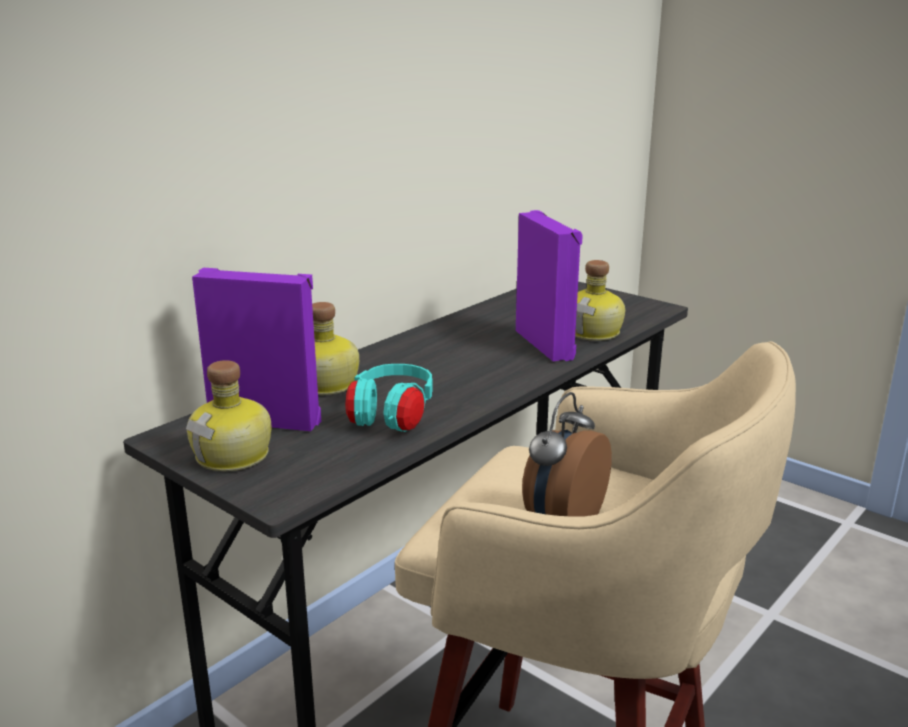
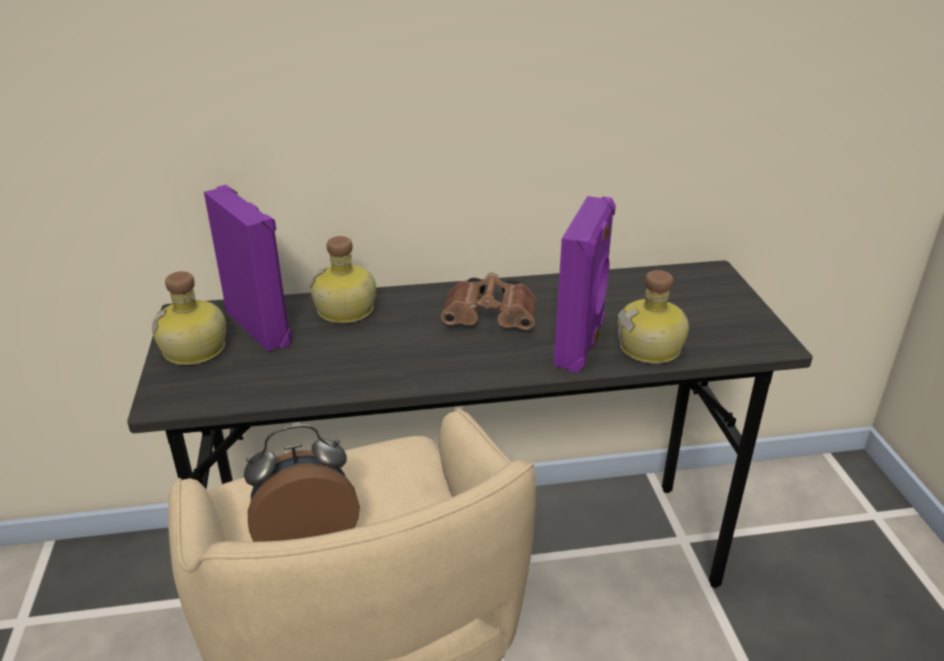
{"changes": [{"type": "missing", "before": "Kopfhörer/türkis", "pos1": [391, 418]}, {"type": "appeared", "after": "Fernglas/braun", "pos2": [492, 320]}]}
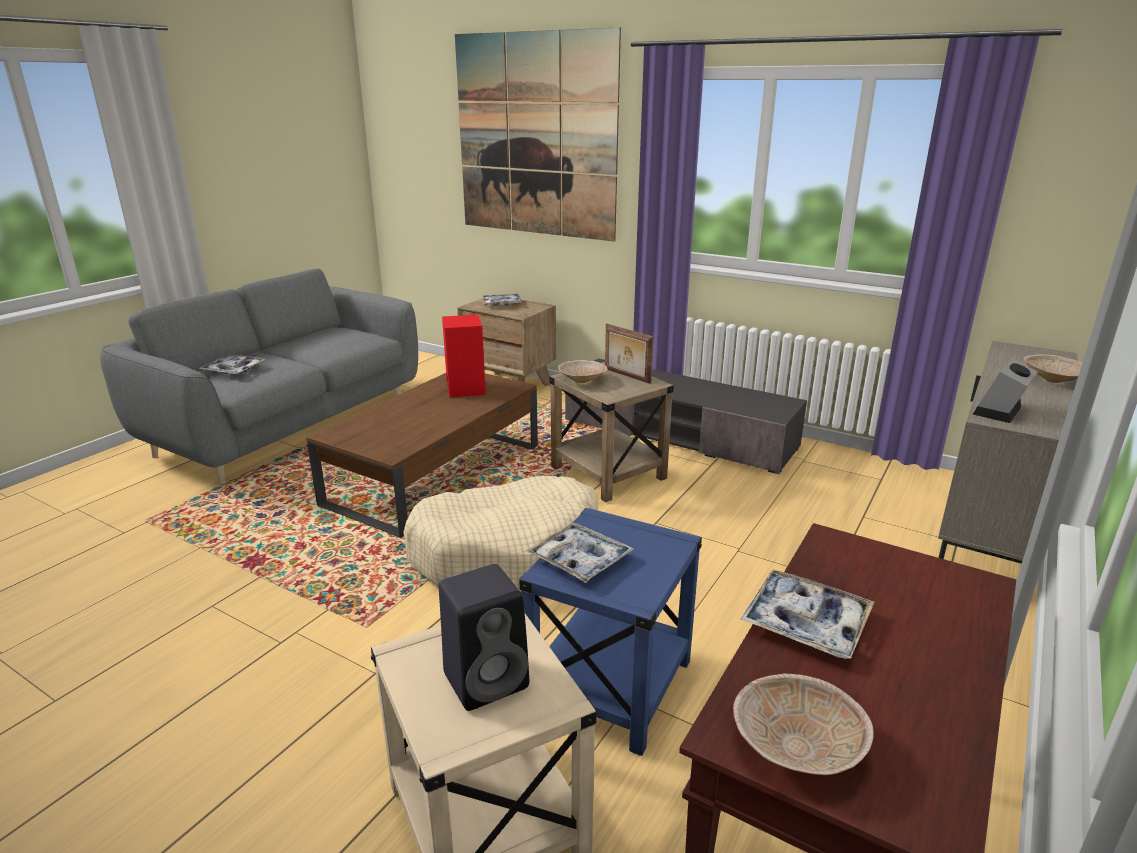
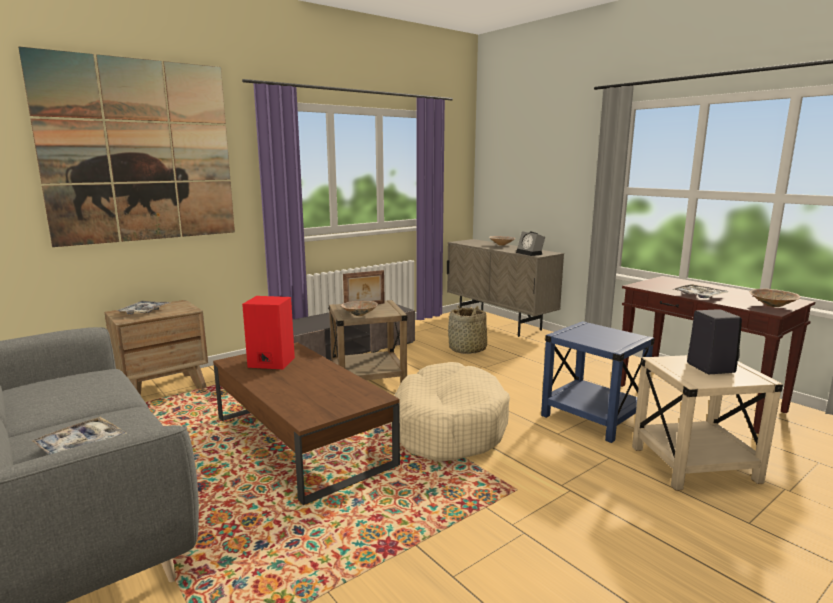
{"changes": [{"type": "missing", "before": "Tablett", "pos1": [580, 560]}, {"type": "appeared", "after": "Korb", "pos2": [467, 349]}]}
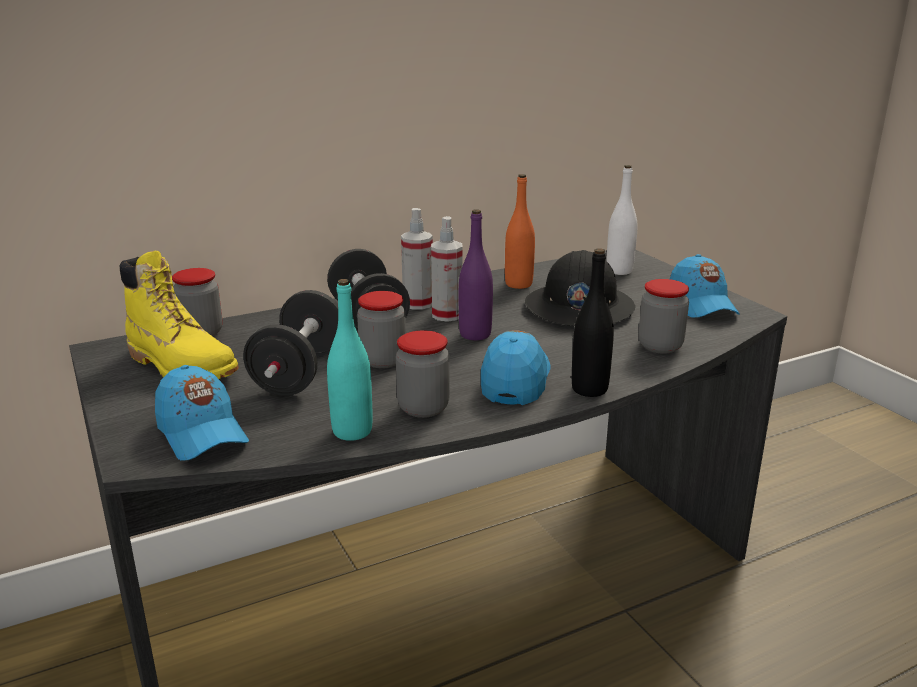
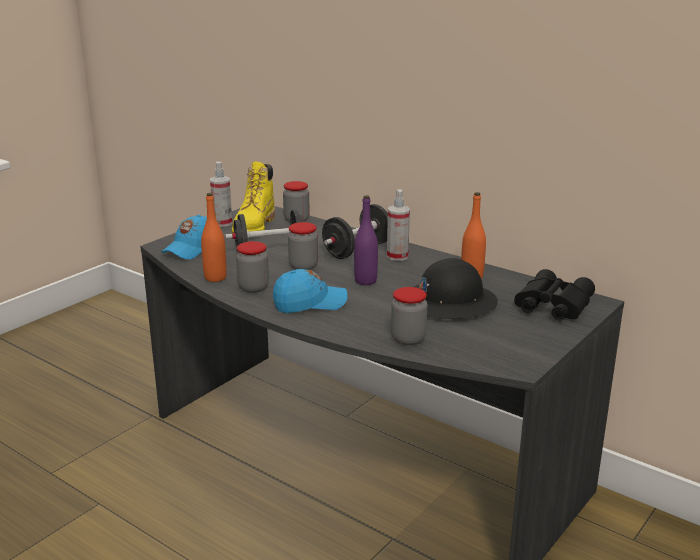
{"changes": [{"type": "exchanged", "before": "Flasche/weiß", "after": "Fernglas/schwarz", "pos1": [619, 271], "pos2": [551, 305]}, {"type": "relocated", "before": "Sprühflasche", "pos1": [447, 315], "pos2": [222, 223]}, {"type": "missing", "before": "Flasche/schwarz", "pos1": [589, 389]}, {"type": "missing", "before": "Kappe/blau", "pos1": [701, 305]}, {"type": "colour", "before": "Flasche/türkis", "after": "Flasche/orange", "pos1": [352, 431], "pos2": [215, 278]}]}
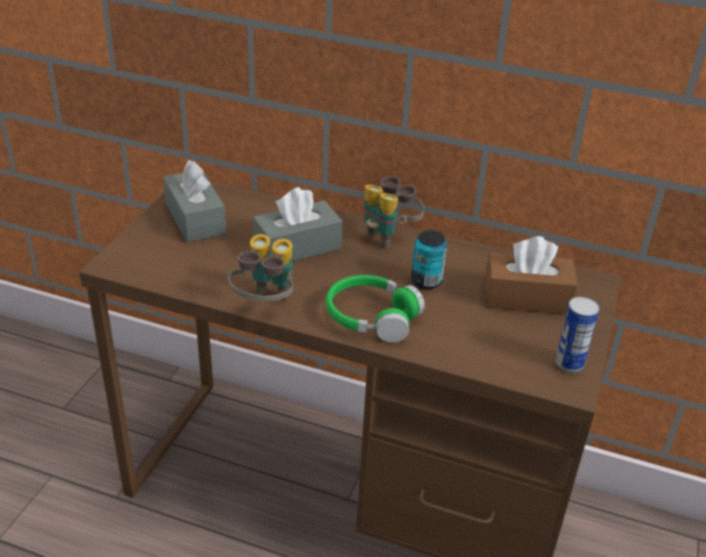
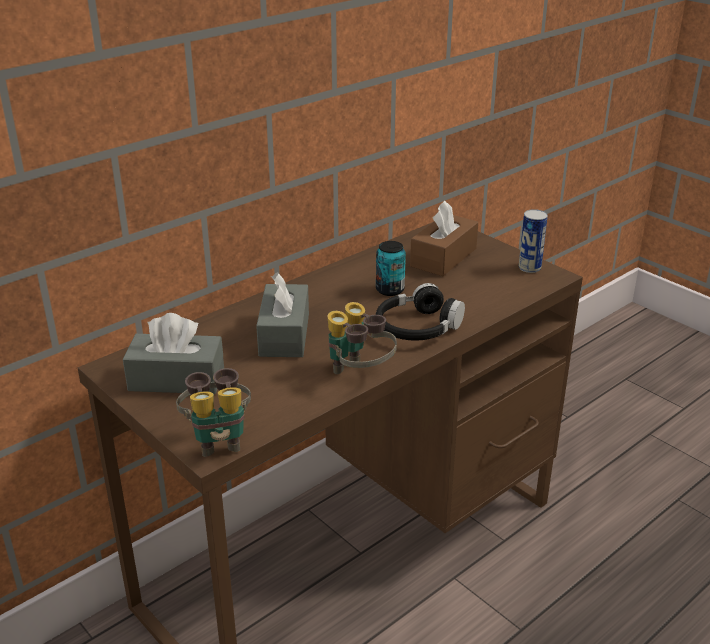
{"changes": [{"type": "relocated", "before": "Fernglas", "pos1": [389, 235], "pos2": [218, 439]}, {"type": "colour", "before": "Kopfhörer/grün", "after": "Kopfhörer/schwarz", "pos1": [371, 317], "pos2": [417, 327]}]}
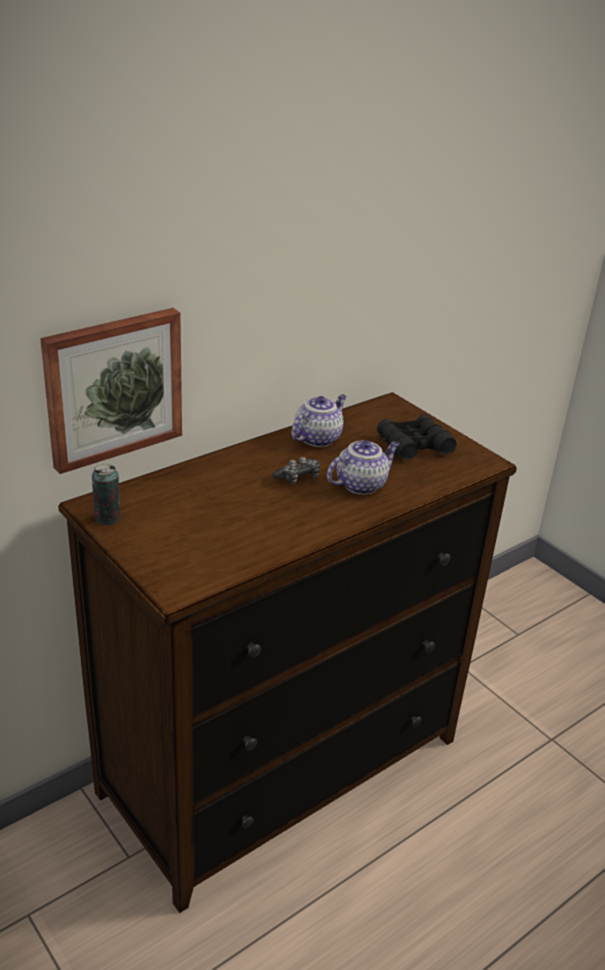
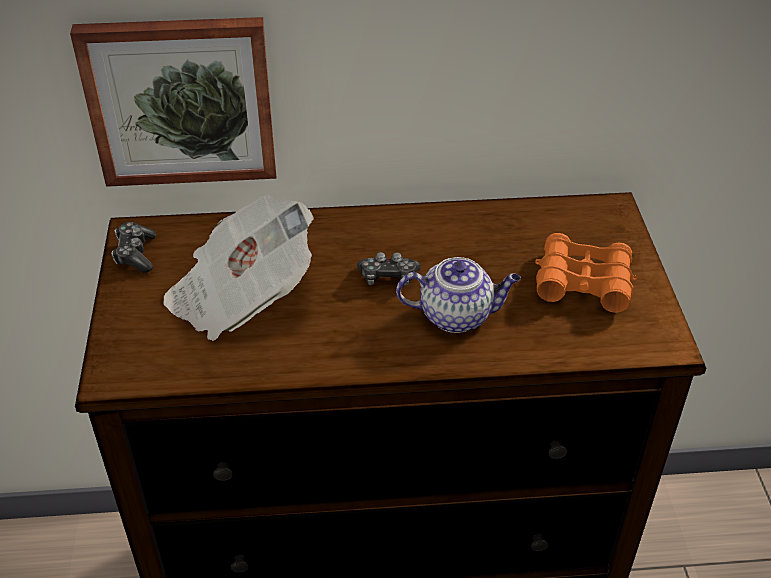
{"changes": [{"type": "missing", "before": "Teekanne", "pos1": [318, 438]}, {"type": "colour", "before": "Fernglas/schwarz", "after": "Fernglas/orange", "pos1": [414, 445], "pos2": [583, 282]}, {"type": "exchanged", "before": "Dose", "after": "Gamepad", "pos1": [107, 518], "pos2": [135, 254]}, {"type": "appeared", "after": "Zeitung", "pos2": [241, 296]}]}
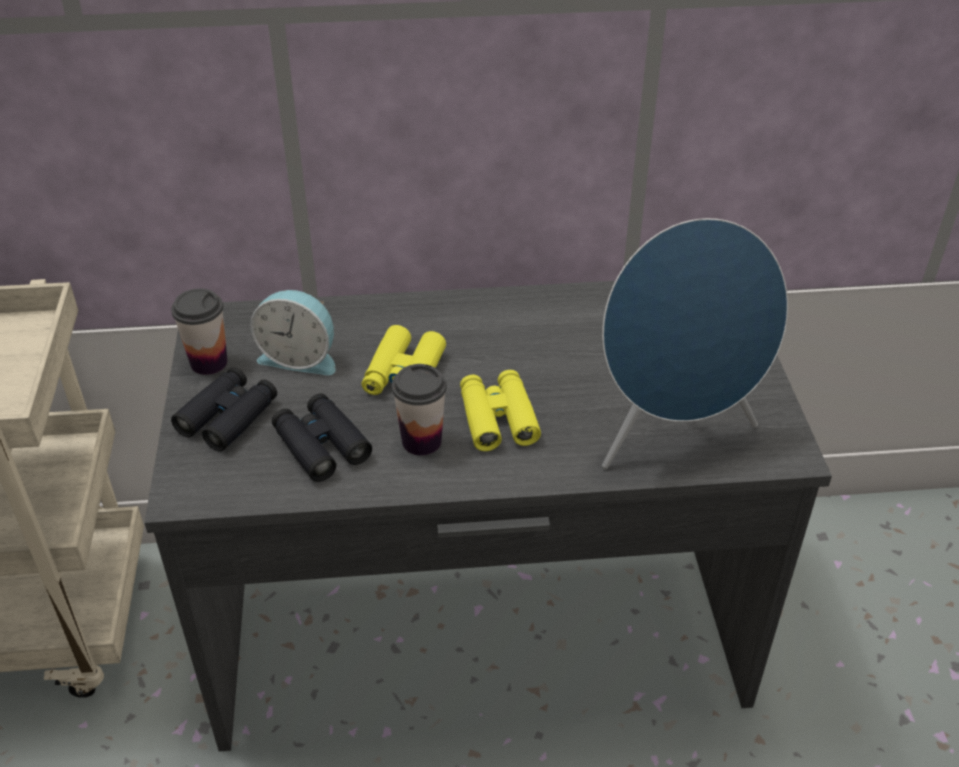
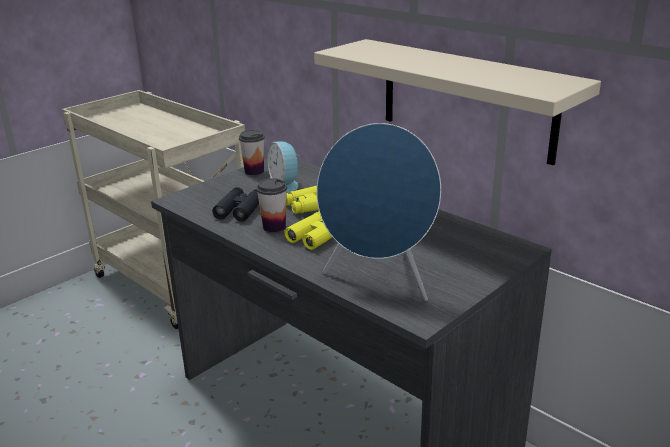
{"changes": [{"type": "missing", "before": "Fernglas/schwarz", "pos1": [228, 417]}, {"type": "appeared", "after": "Wandregal/beige", "pos2": [466, 99]}]}
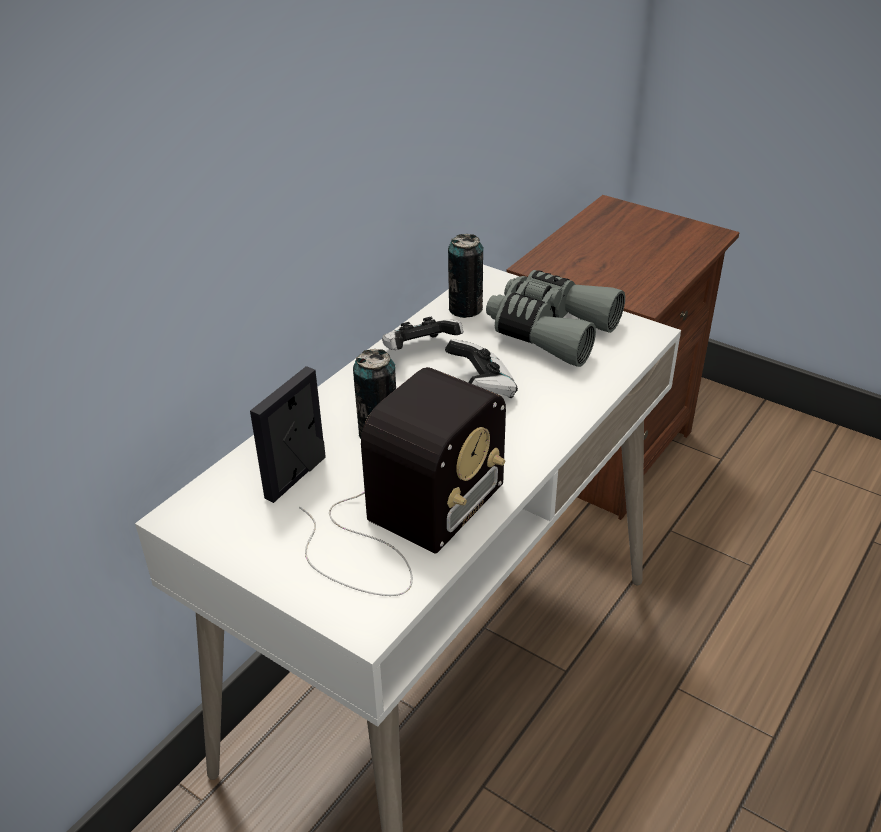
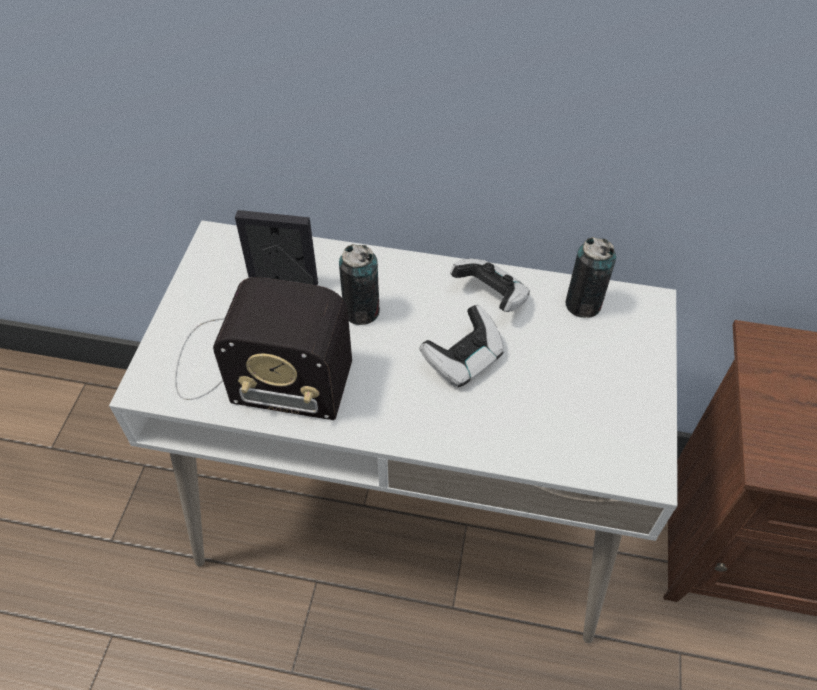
{"changes": [{"type": "missing", "before": "Fernglas/grau", "pos1": [550, 330]}]}
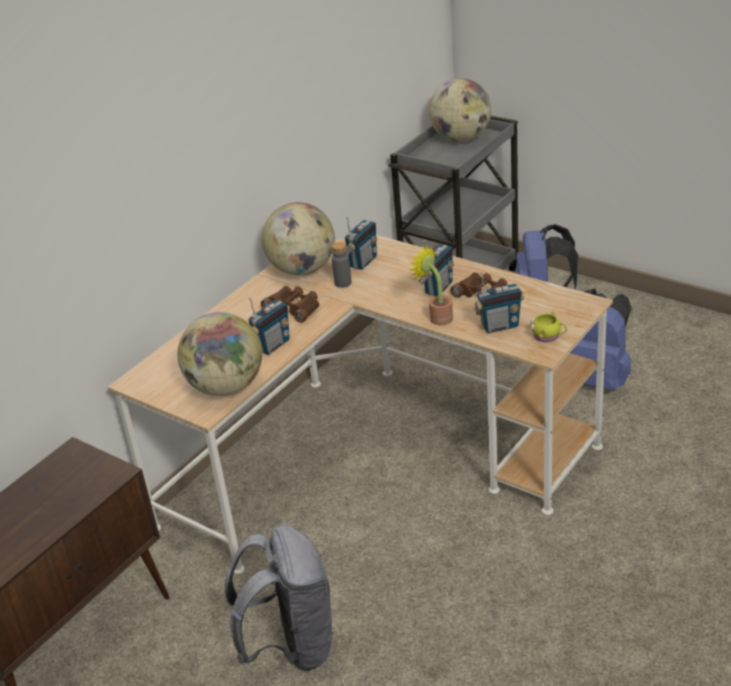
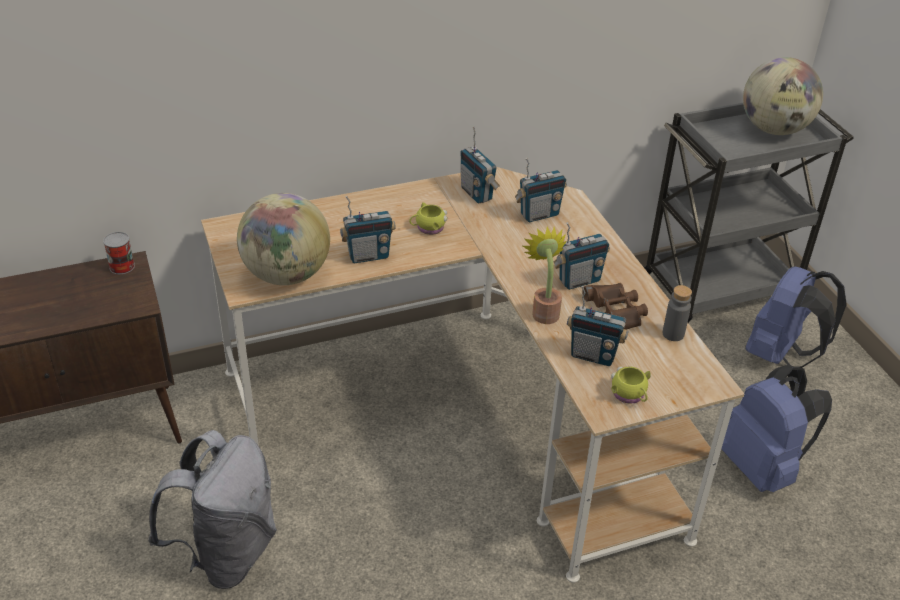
{"changes": [{"type": "exchanged", "before": "Globus", "after": "Radio", "pos1": [302, 269], "pos2": [477, 194]}, {"type": "relocated", "before": "Flasche/grau", "pos1": [343, 283], "pos2": [673, 334]}, {"type": "exchanged", "before": "Fernglas/braun", "after": "Henkelbecher/gelb", "pos1": [294, 307], "pos2": [428, 228]}, {"type": "appeared", "after": "Dose", "pos2": [122, 266]}]}
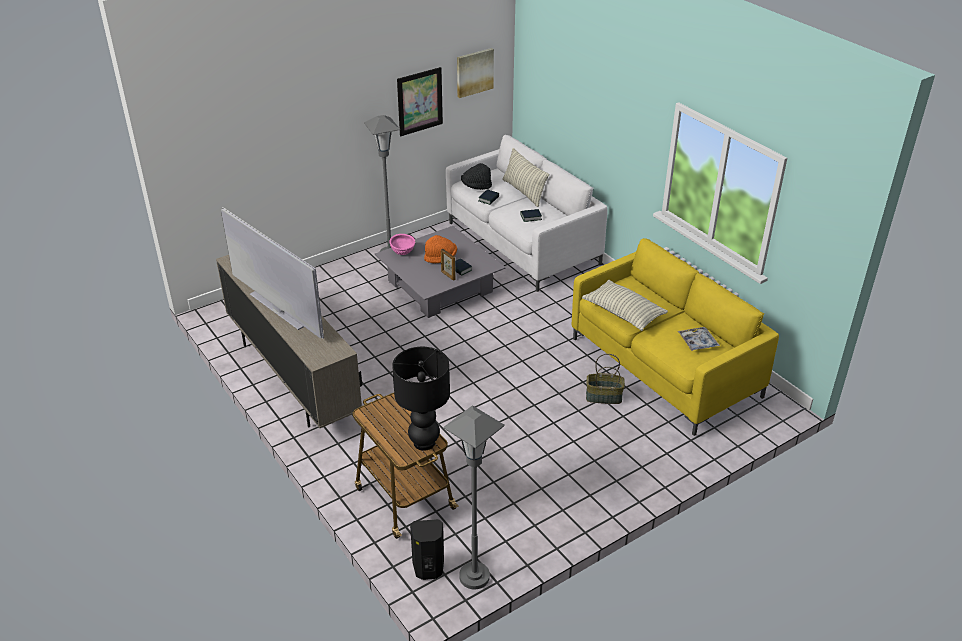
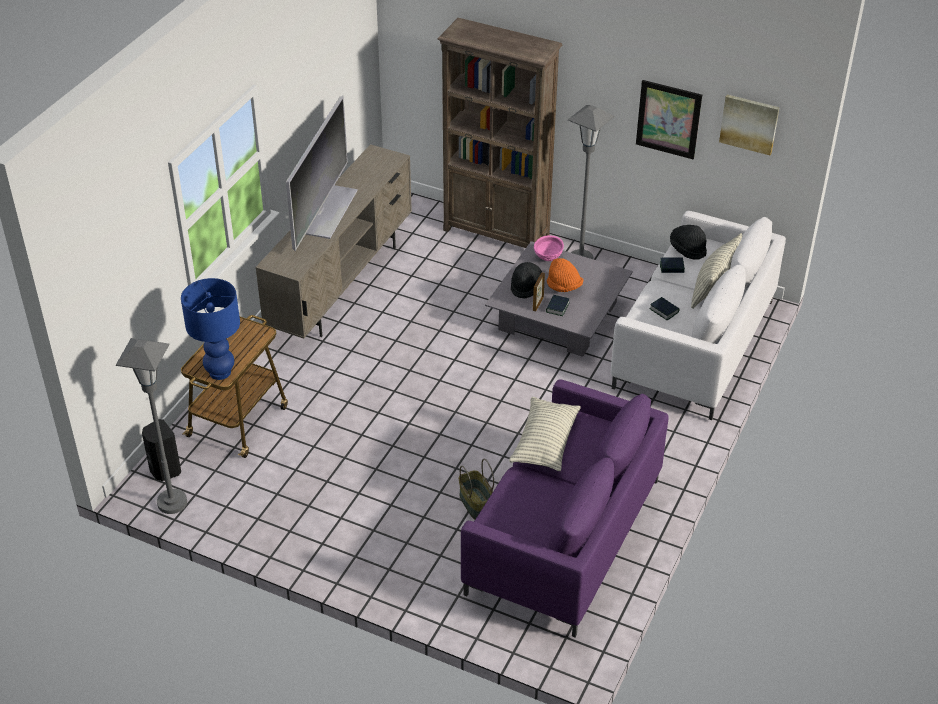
{"changes": [{"type": "colour", "before": "Sofa/gelb", "after": "Sofa/lila", "pos1": [663, 368], "pos2": [564, 536]}, {"type": "missing", "before": "Tablett", "pos1": [697, 342]}, {"type": "colour", "before": "Tischlampe/schwarz", "after": "Tischlampe/blau", "pos1": [424, 442], "pos2": [220, 372]}, {"type": "appeared", "after": "Bücherregal/braun", "pos2": [497, 233]}, {"type": "appeared", "after": "Hut/schwarz", "pos2": [526, 286]}]}
